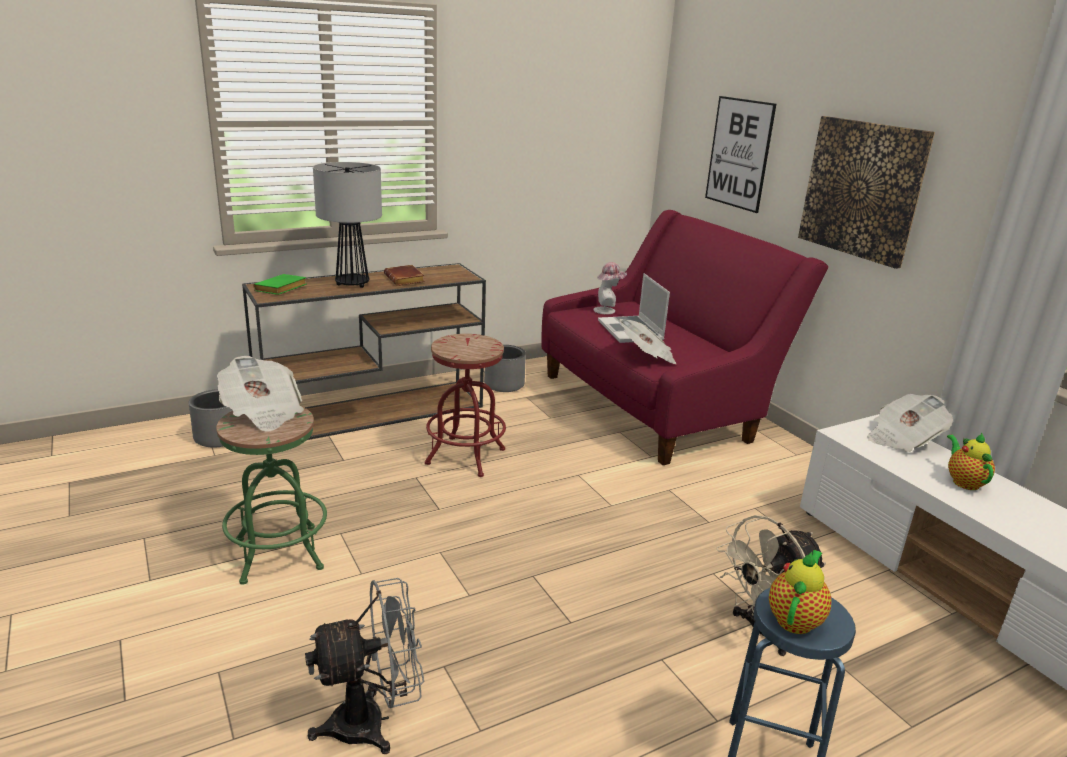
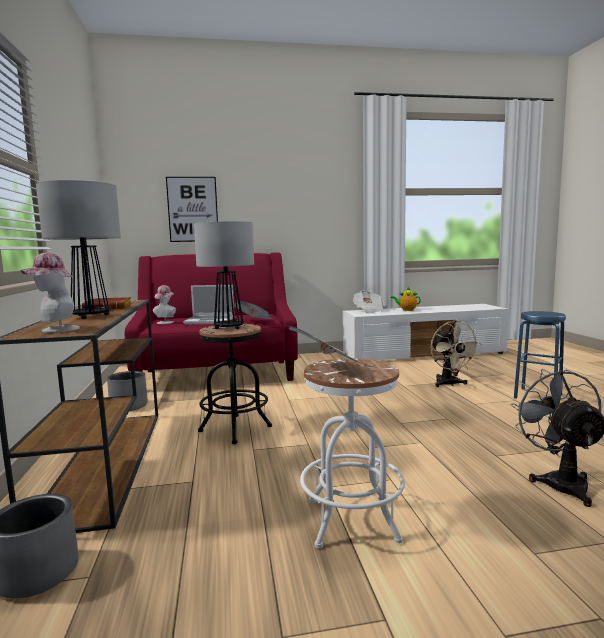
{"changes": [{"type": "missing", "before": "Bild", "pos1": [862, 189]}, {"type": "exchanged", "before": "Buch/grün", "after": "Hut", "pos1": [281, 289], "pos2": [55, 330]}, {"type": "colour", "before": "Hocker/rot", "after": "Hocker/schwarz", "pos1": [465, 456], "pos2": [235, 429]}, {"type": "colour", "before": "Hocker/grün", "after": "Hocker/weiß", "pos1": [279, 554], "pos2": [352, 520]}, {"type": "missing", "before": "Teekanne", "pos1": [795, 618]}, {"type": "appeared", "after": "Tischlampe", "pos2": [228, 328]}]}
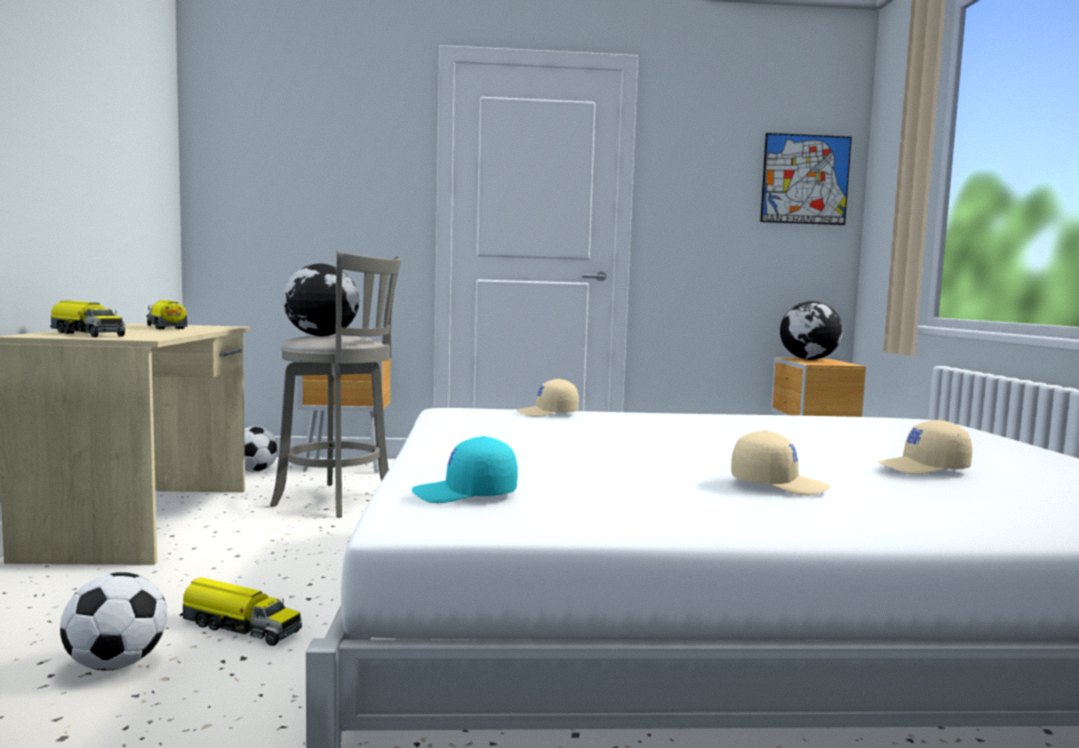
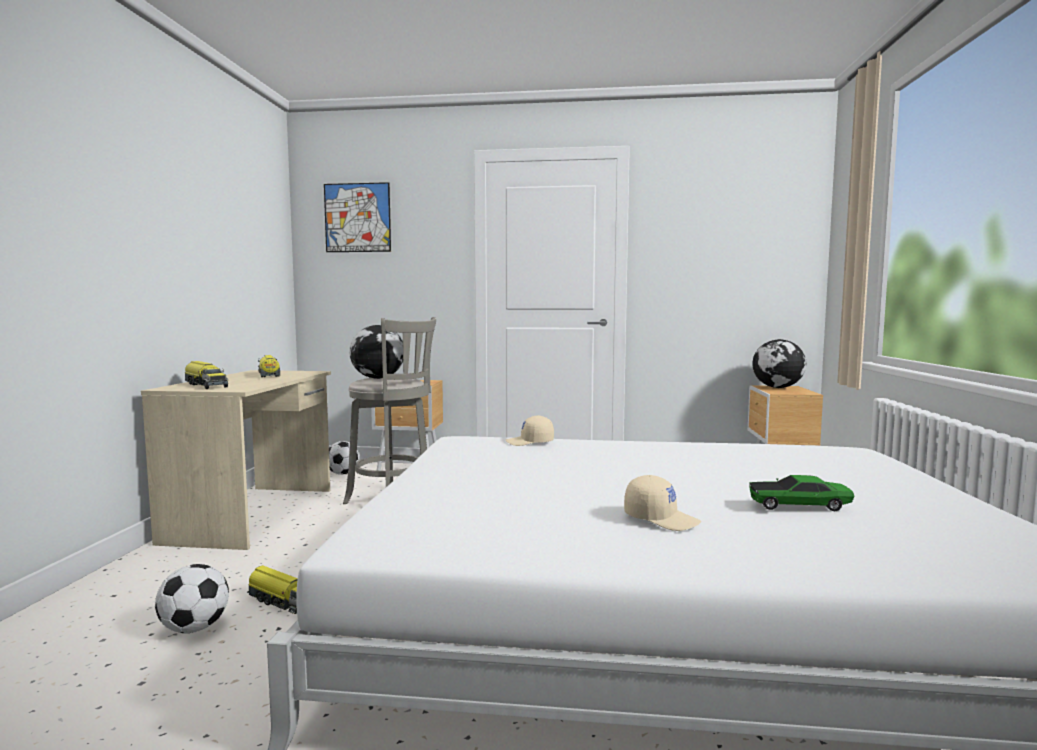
{"changes": [{"type": "relocated", "before": "Bild", "pos1": [805, 179], "pos2": [357, 217]}, {"type": "exchanged", "before": "Kappe/beige", "after": "Spielzeugauto", "pos1": [923, 468], "pos2": [798, 505]}, {"type": "missing", "before": "Kappe/türkis", "pos1": [465, 494]}]}
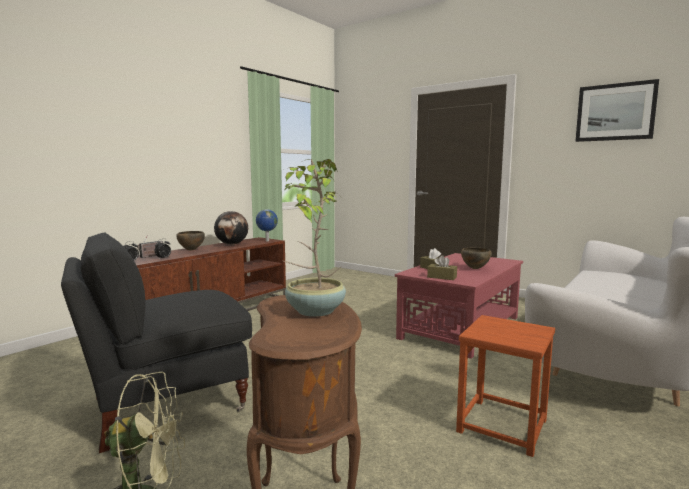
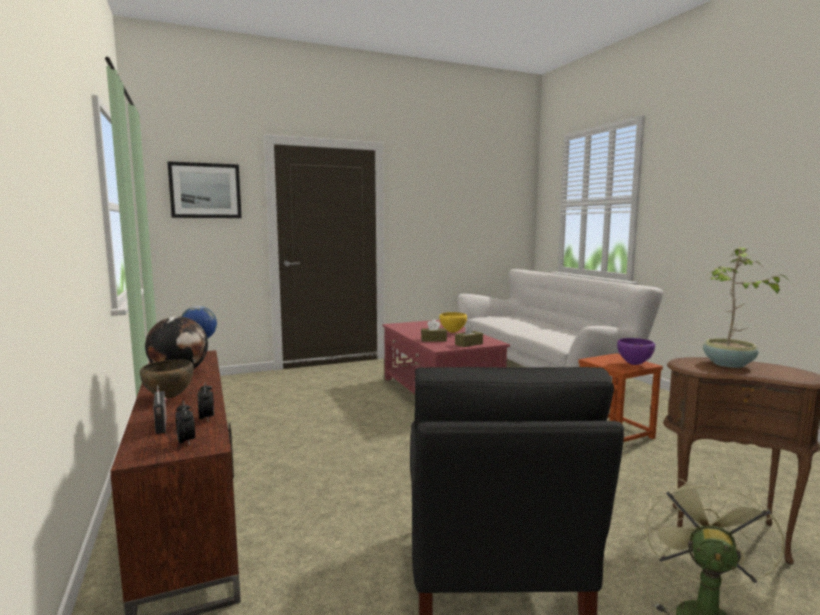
{"changes": [{"type": "relocated", "before": "Bild", "pos1": [615, 112], "pos2": [205, 190]}, {"type": "colour", "before": "Schüssel/braun", "after": "Schüssel/gelb", "pos1": [474, 268], "pos2": [452, 332]}, {"type": "appeared", "after": "Schüssel/lila", "pos2": [634, 364]}]}
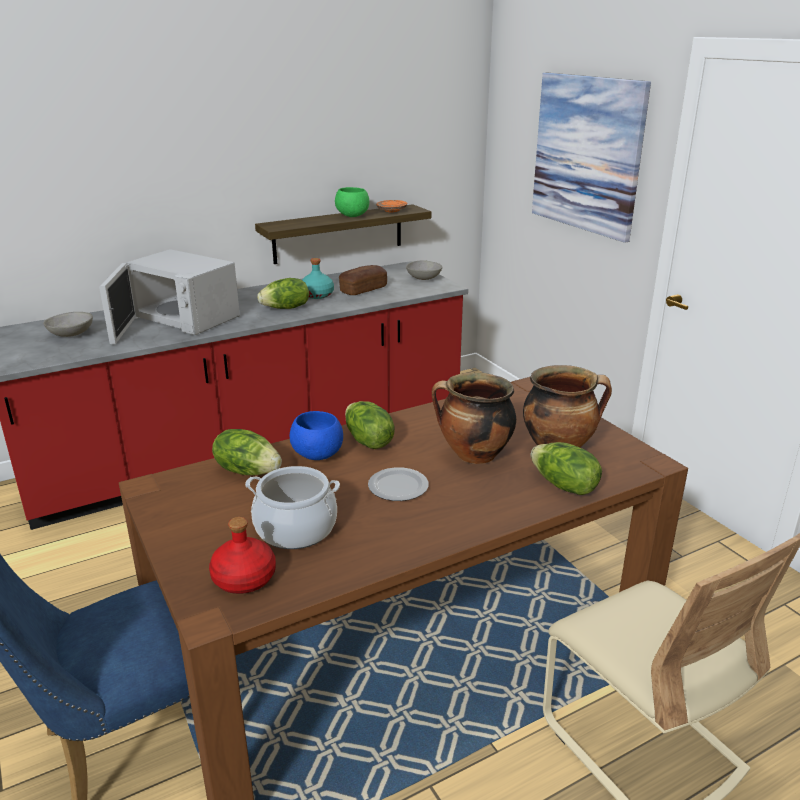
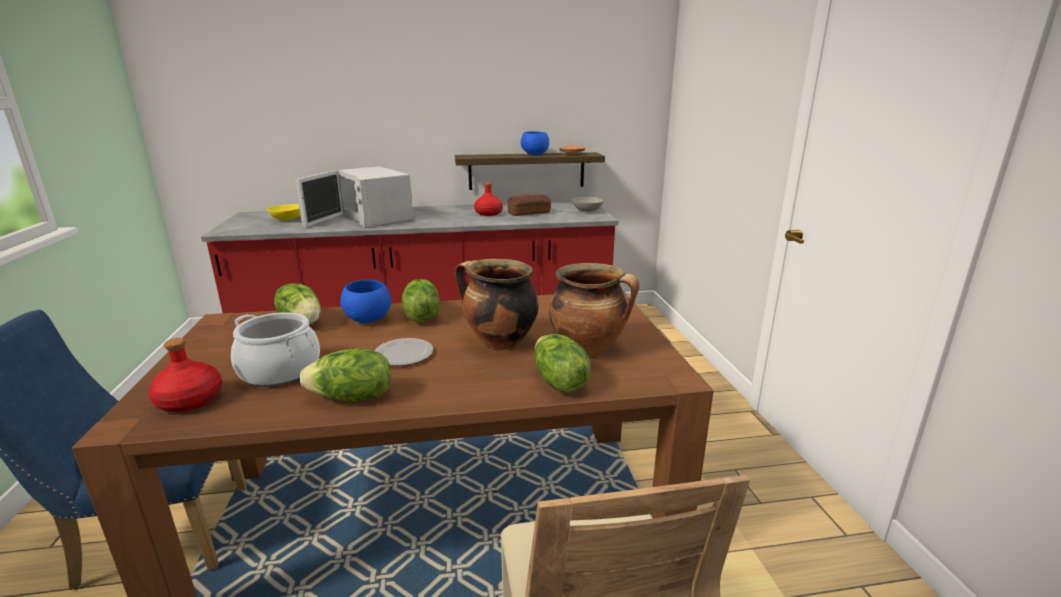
{"changes": [{"type": "missing", "before": "Bild", "pos1": [587, 154]}, {"type": "colour", "before": "Schüssel/grün", "after": "Schüssel/blau", "pos1": [352, 216], "pos2": [534, 155]}, {"type": "colour", "before": "Flasche/türkis", "after": "Flasche/rot", "pos1": [317, 295], "pos2": [488, 213]}, {"type": "relocated", "before": "Salatkopf", "pos1": [286, 308], "pos2": [352, 398]}, {"type": "colour", "before": "Schüssel/grau", "after": "Schüssel/gelb", "pos1": [71, 334], "pos2": [288, 219]}]}
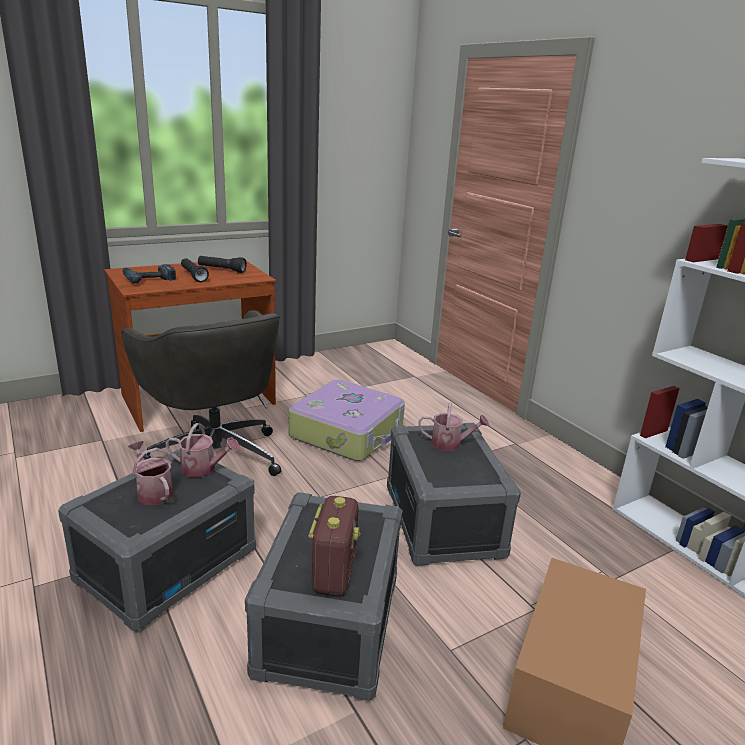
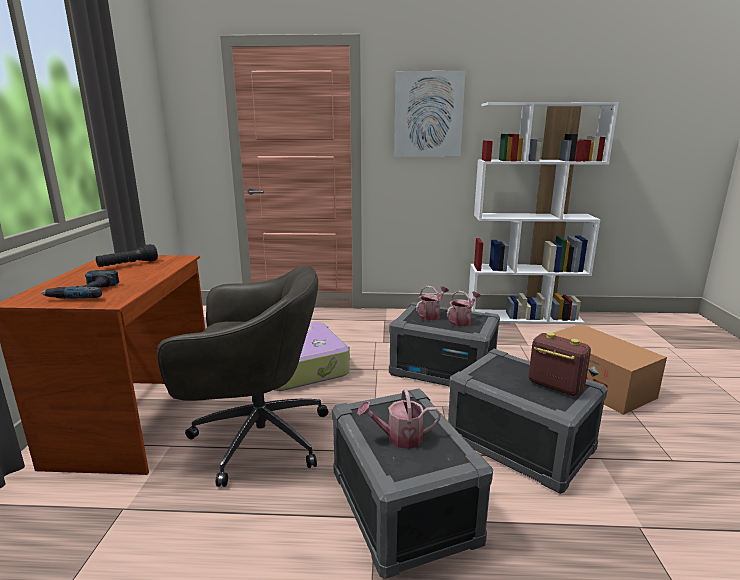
{"changes": [{"type": "missing", "before": "Taschenlampe/schwarz", "pos1": [193, 276]}, {"type": "relocated", "before": "Gießkanne", "pos1": [203, 469], "pos2": [462, 321]}, {"type": "appeared", "after": "Bild", "pos2": [428, 115]}]}
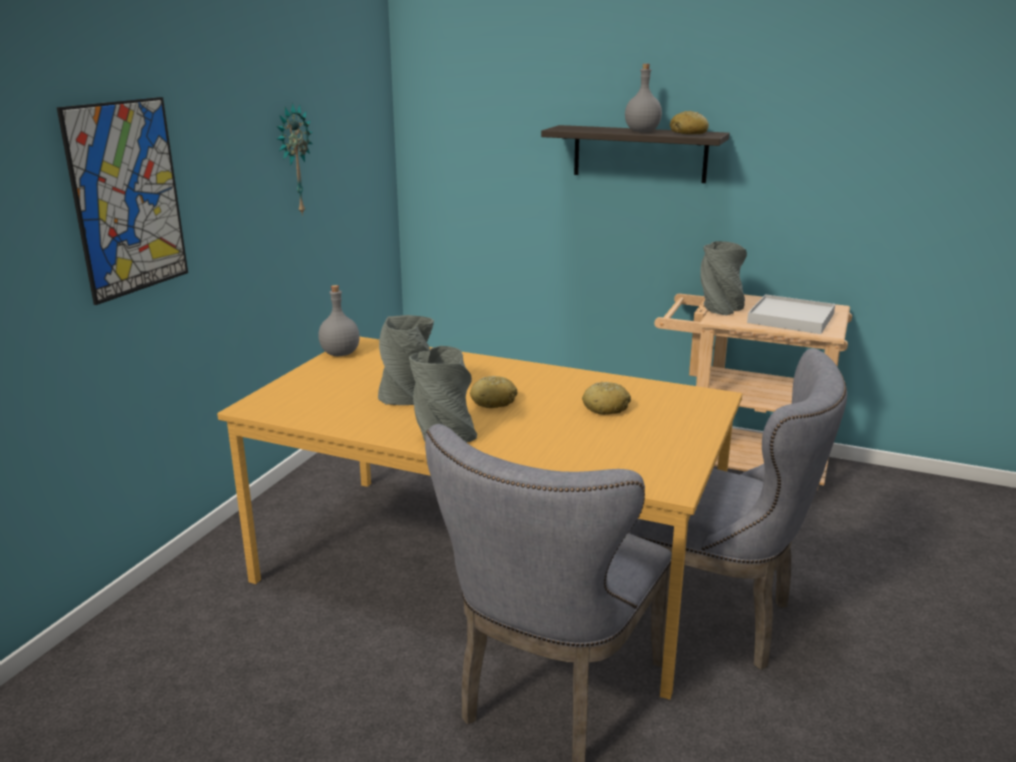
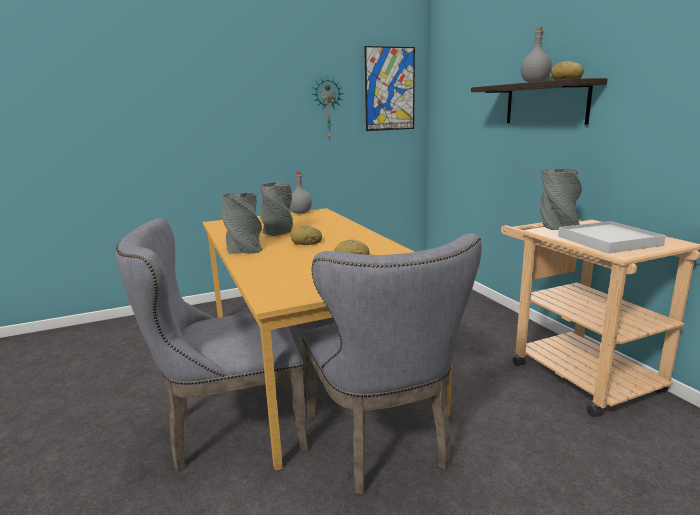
{"changes": [{"type": "relocated", "before": "Bild", "pos1": [127, 198], "pos2": [389, 89]}]}
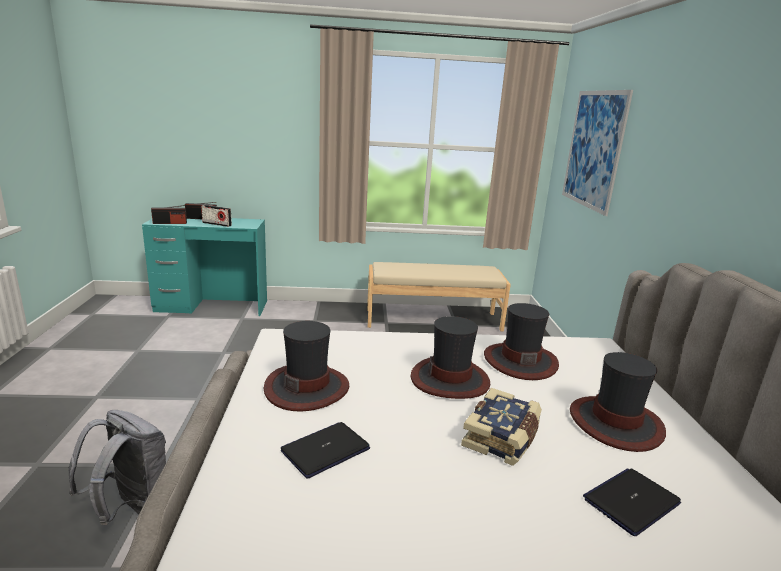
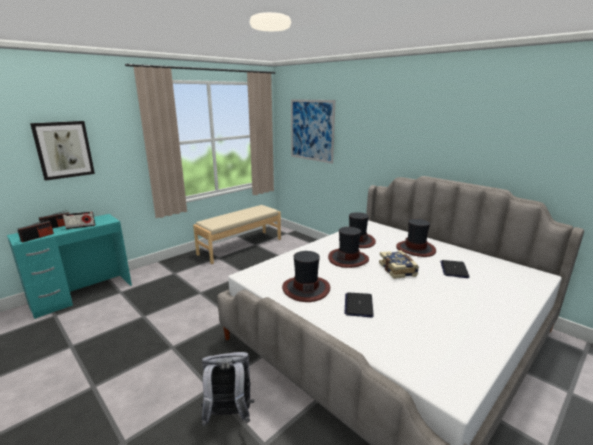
{"changes": [{"type": "appeared", "after": "Bild", "pos2": [64, 150]}]}
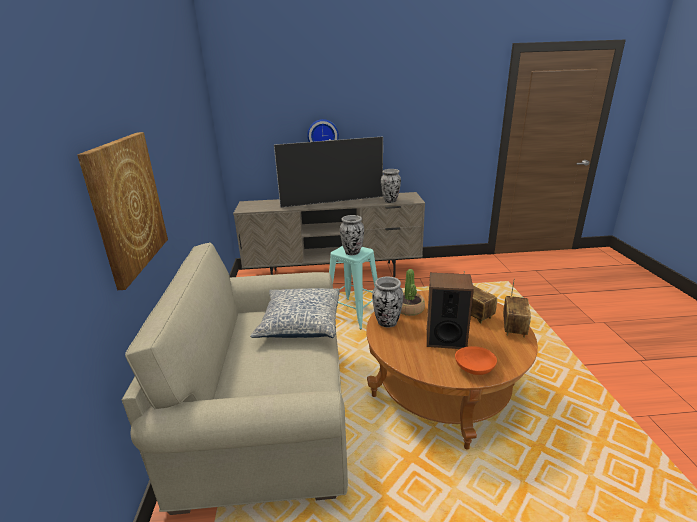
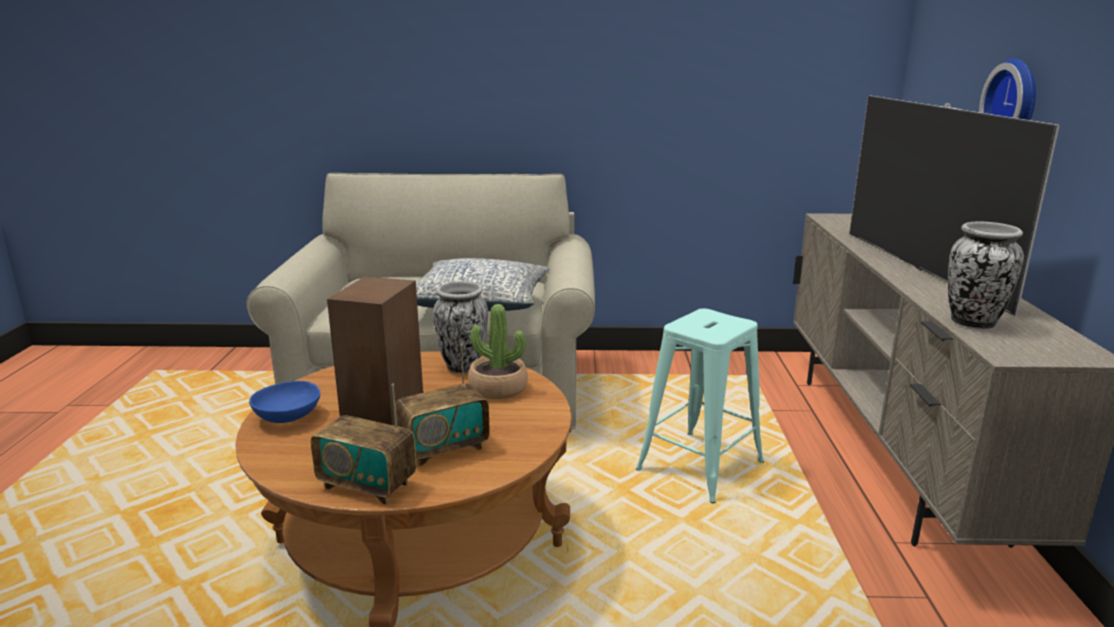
{"changes": [{"type": "missing", "before": "Bild", "pos1": [127, 205]}, {"type": "missing", "before": "Vase", "pos1": [352, 252]}, {"type": "colour", "before": "Schüssel/orange", "after": "Schüssel/blau", "pos1": [474, 369], "pos2": [287, 417]}]}
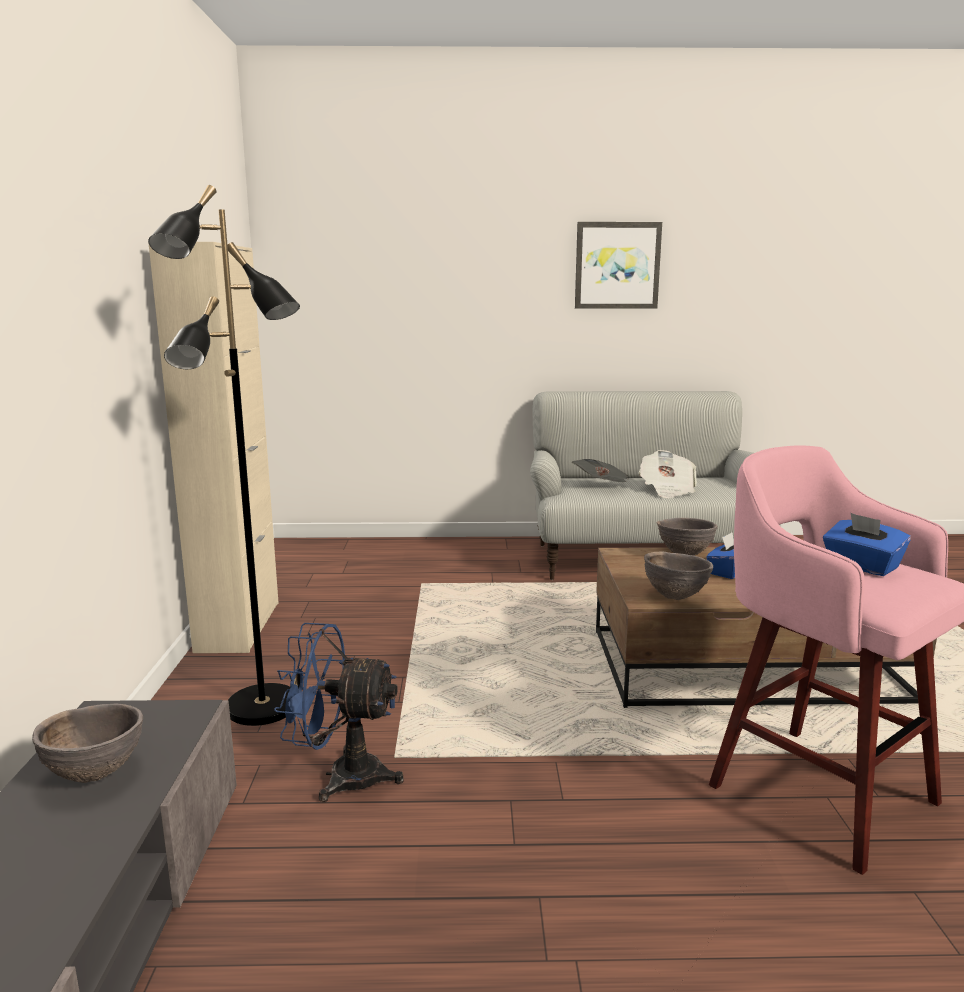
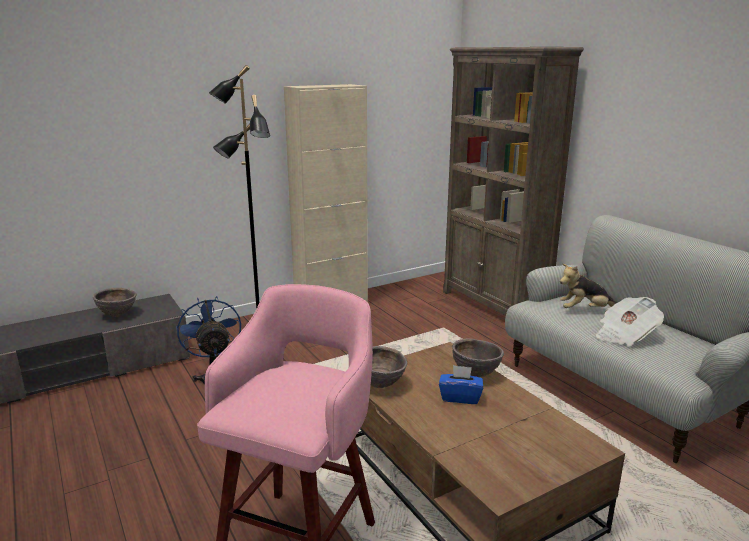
{"changes": [{"type": "missing", "before": "Bild", "pos1": [617, 265]}, {"type": "exchanged", "before": "Zeitung", "after": "Plüschtier", "pos1": [602, 486], "pos2": [584, 310]}, {"type": "missing", "before": "Taschentuchbox/blau", "pos1": [861, 566]}, {"type": "appeared", "after": "Bücherregal/braun", "pos2": [494, 306]}]}
